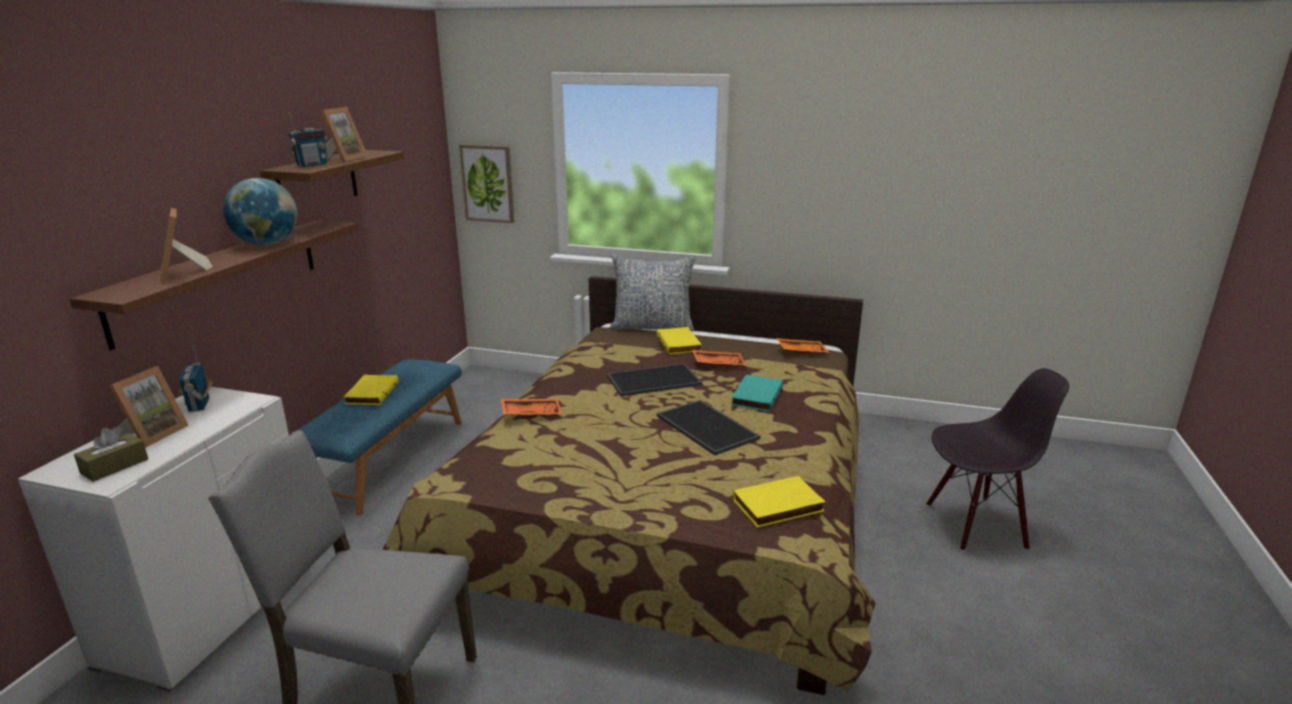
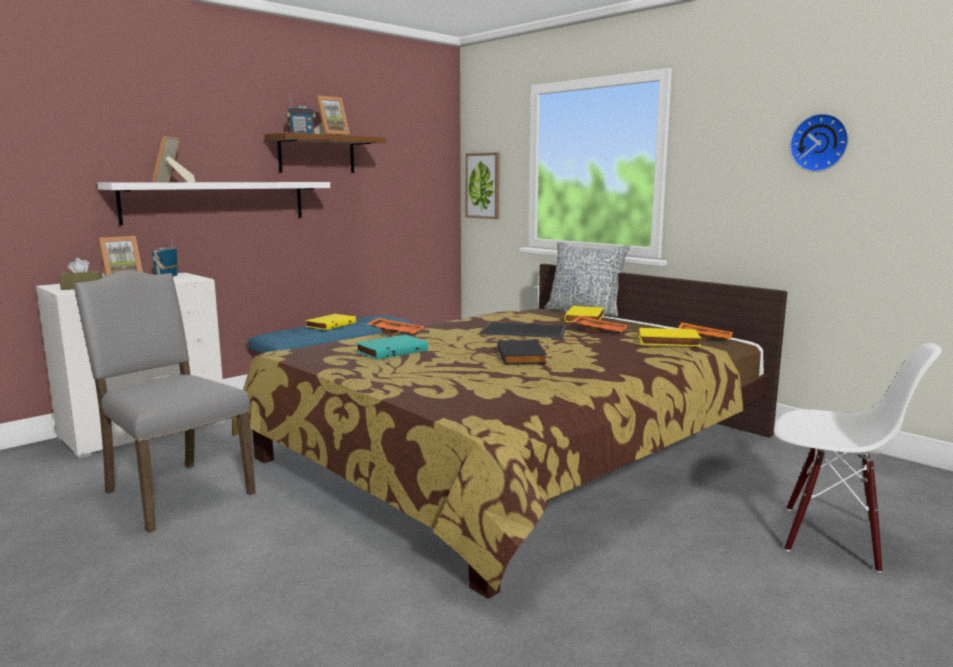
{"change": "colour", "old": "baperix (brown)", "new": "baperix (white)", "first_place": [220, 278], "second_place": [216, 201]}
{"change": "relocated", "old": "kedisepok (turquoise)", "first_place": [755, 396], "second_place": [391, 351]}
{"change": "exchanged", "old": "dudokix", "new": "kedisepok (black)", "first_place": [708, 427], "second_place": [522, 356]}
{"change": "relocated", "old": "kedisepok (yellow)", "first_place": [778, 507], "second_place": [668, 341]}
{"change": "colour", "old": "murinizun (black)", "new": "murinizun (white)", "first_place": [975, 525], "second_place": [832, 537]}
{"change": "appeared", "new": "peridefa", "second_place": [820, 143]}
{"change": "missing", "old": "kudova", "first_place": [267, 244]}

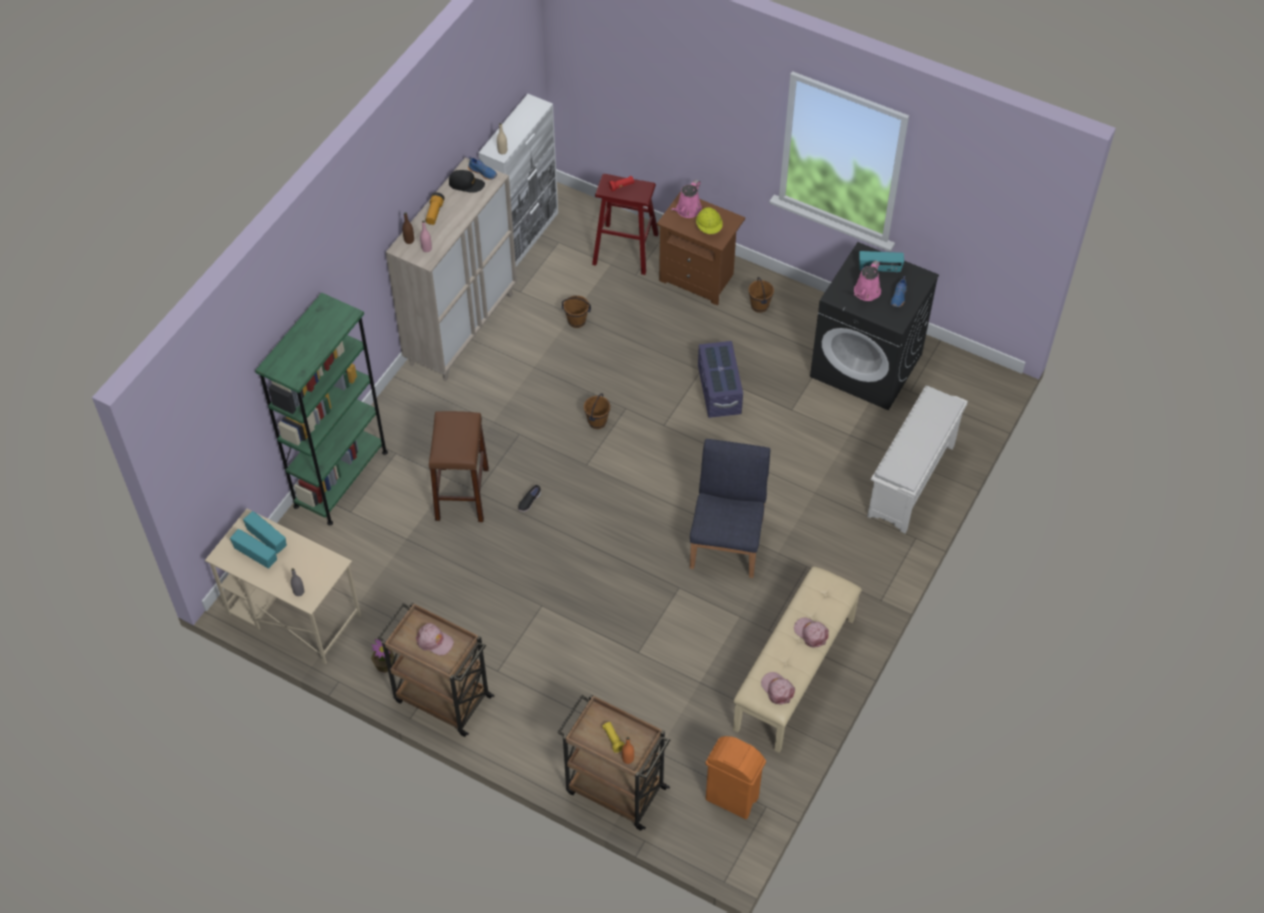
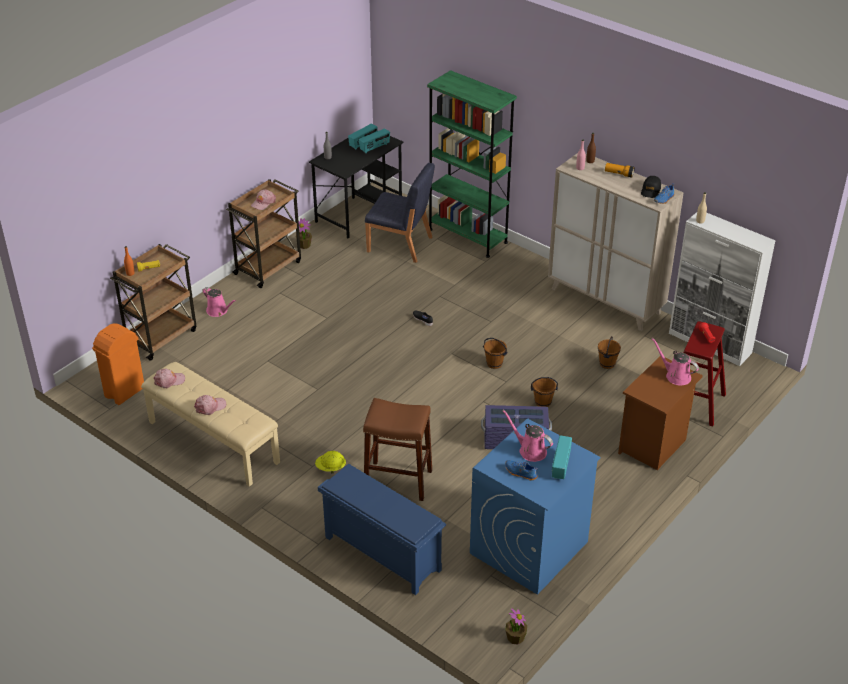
{"change": "appeared", "new": "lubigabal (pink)", "second_place": [218, 311]}
{"change": "colour", "old": "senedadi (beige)", "new": "senedadi (black)", "first_place": [293, 614], "second_place": [359, 211]}
{"change": "relocated", "old": "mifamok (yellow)", "first_place": [709, 228], "second_place": [330, 468]}
{"change": "colour", "old": "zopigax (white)", "new": "zopigax (blue)", "first_place": [911, 482], "second_place": [381, 553]}
{"change": "relocated", "old": "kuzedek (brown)", "first_place": [462, 494], "second_place": [398, 480]}
{"change": "relocated", "old": "murinizun (blue)", "first_place": [727, 542], "second_place": [400, 245]}
{"change": "colour", "old": "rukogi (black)", "new": "rukogi (blue)", "first_place": [867, 365], "second_place": [529, 548]}
{"change": "appeared", "new": "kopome", "second_place": [515, 638]}
{"change": "relocated", "old": "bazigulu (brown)", "first_place": [759, 306], "second_place": [543, 402]}

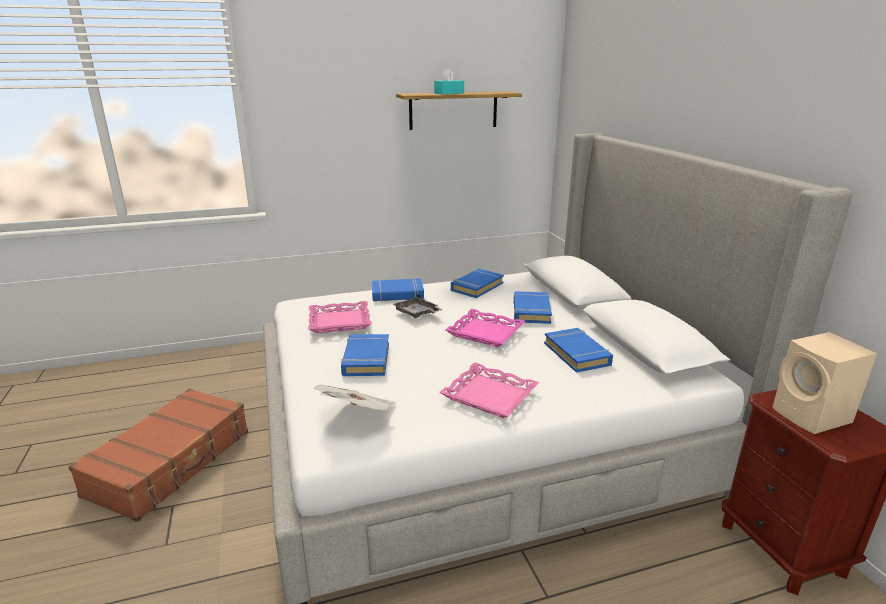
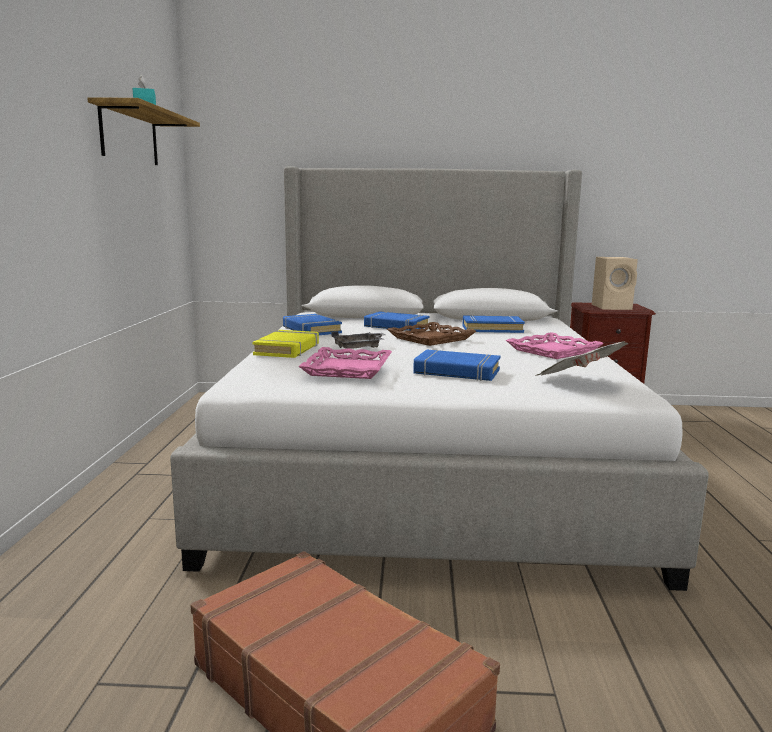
{"change": "colour", "old": "kedisepok (blue)", "new": "kedisepok (yellow)", "first_place": [397, 294], "second_place": [287, 349]}
{"change": "colour", "old": "dudokix (pink)", "new": "dudokix (brown)", "first_place": [485, 333], "second_place": [431, 339]}

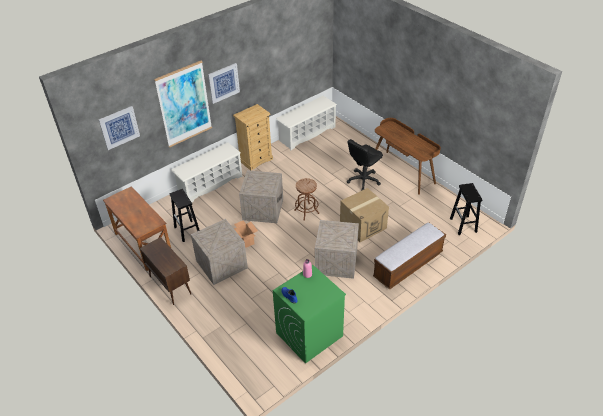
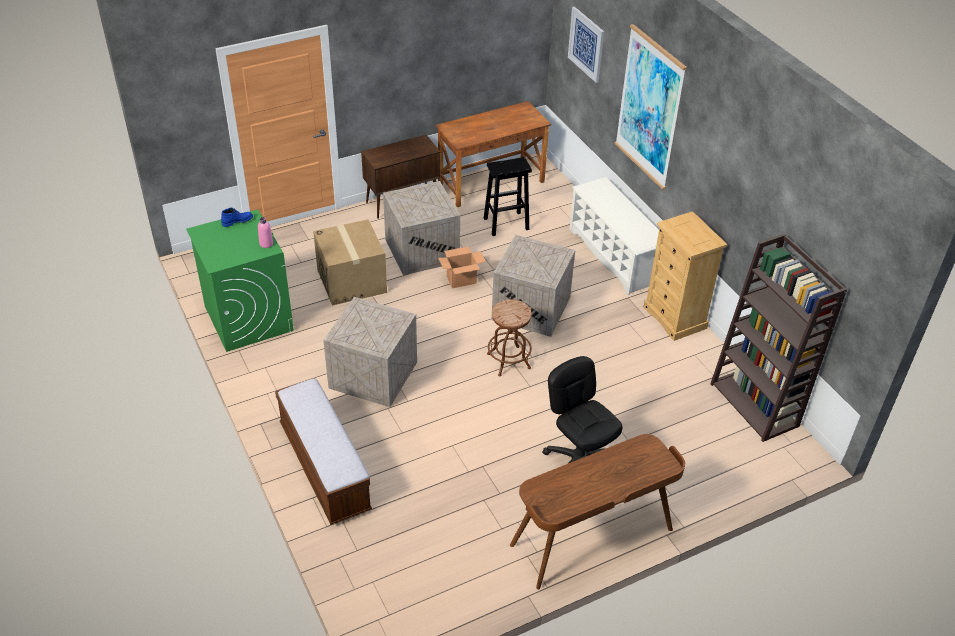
{"change": "relocated", "old": "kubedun", "first_place": [363, 225], "second_place": [352, 281]}
{"change": "exchanged", "old": "zopigax (white)", "new": "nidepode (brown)", "first_place": [307, 134], "second_place": [755, 405]}
{"change": "missing", "old": "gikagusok", "first_place": [223, 83]}
{"change": "missing", "old": "kuzedek (black)", "first_place": [463, 225]}

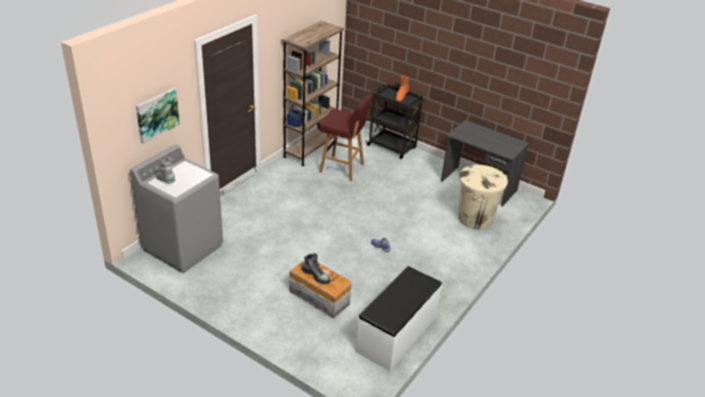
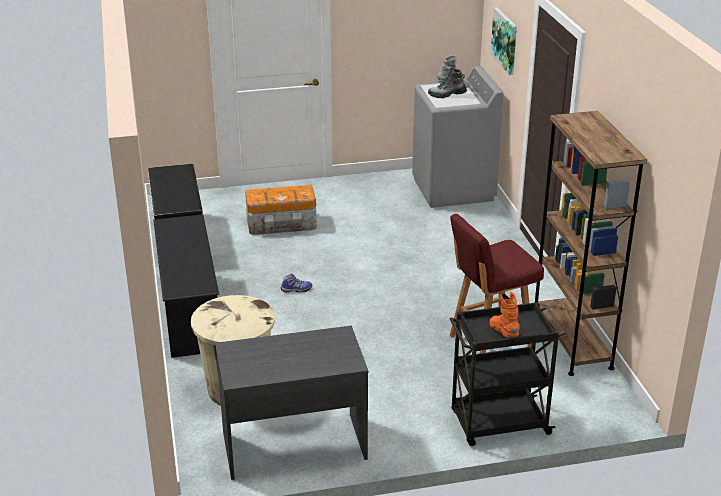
{"change": "appeared", "new": "zopigax (black)", "second_place": [190, 313]}
{"change": "relocated", "old": "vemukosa", "first_place": [316, 276], "second_place": [447, 94]}

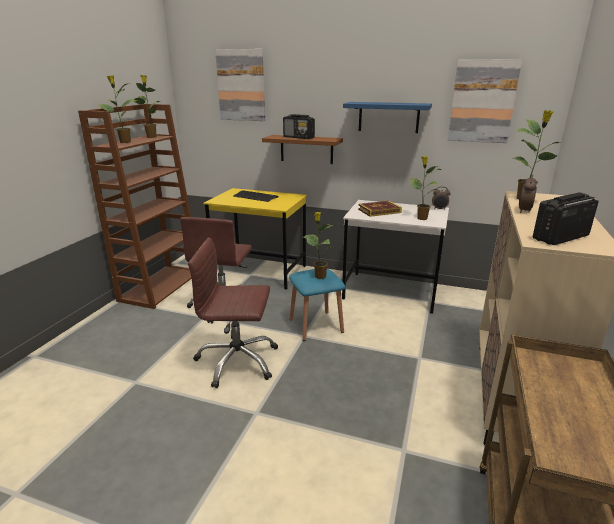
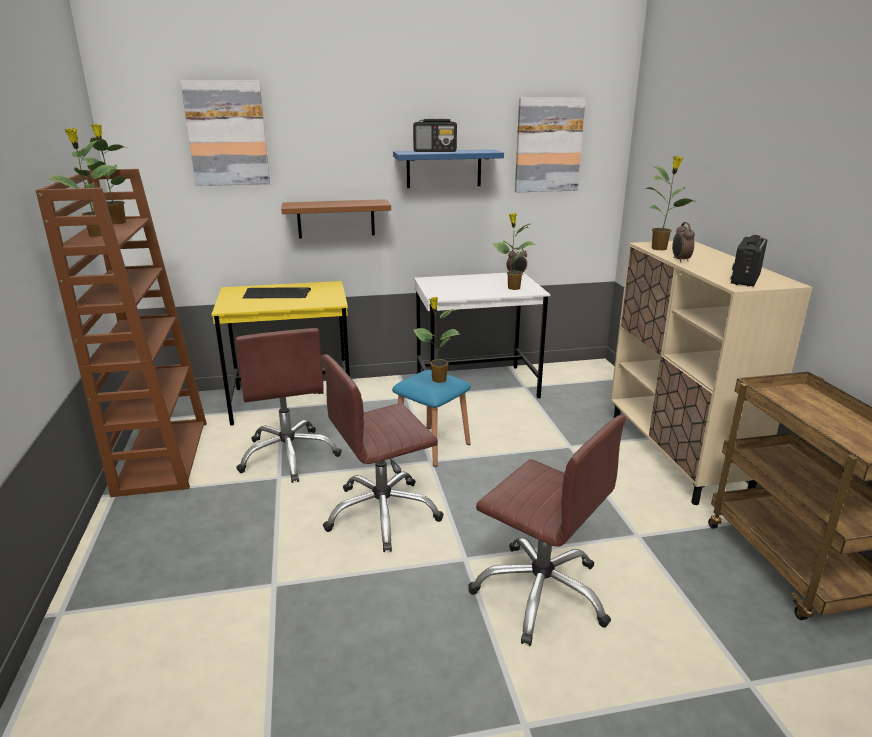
{"change": "relocated", "old": "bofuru", "first_place": [299, 137], "second_place": [435, 151]}
{"change": "appeared", "new": "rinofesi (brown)", "second_place": [541, 592]}
{"change": "missing", "old": "kedisepok", "first_place": [379, 211]}

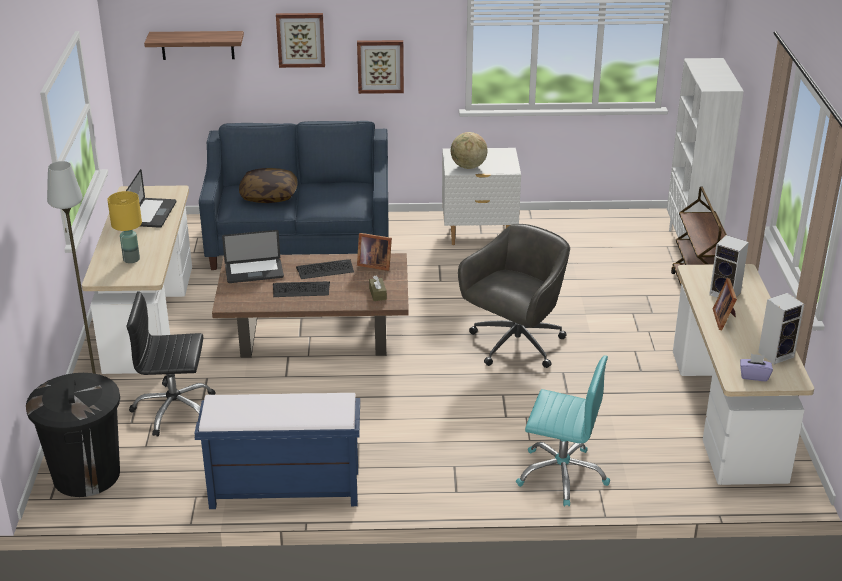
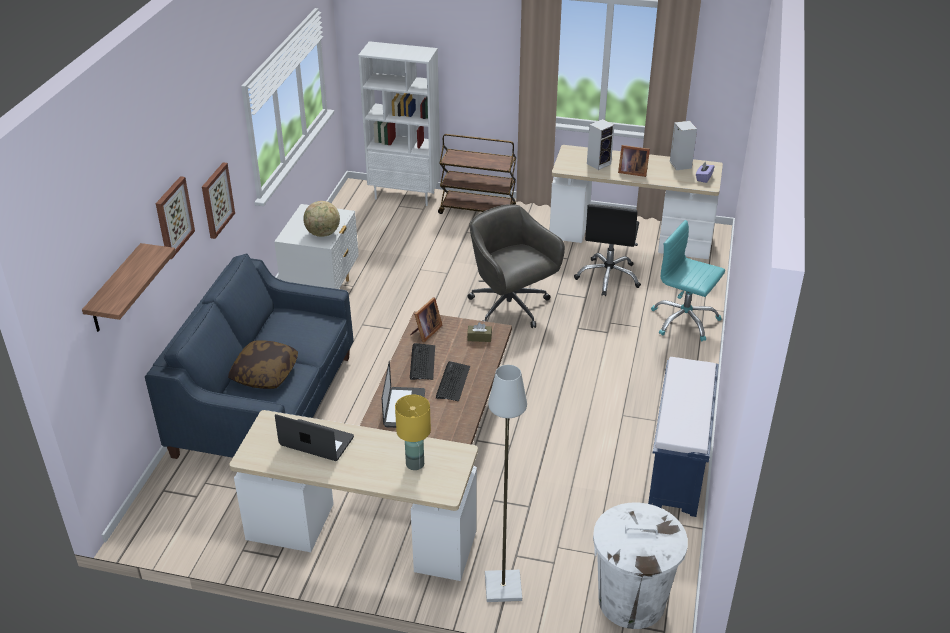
{"change": "relocated", "old": "rinofesi (black)", "first_place": [174, 410], "second_place": [608, 277]}
{"change": "colour", "old": "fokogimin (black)", "new": "fokogimin (white)", "first_place": [87, 475], "second_place": [631, 601]}
{"change": "spun", "old": "rinofesi (turquoise)", "first_place": [562, 474], "second_place": [684, 321], "degrees": -90}

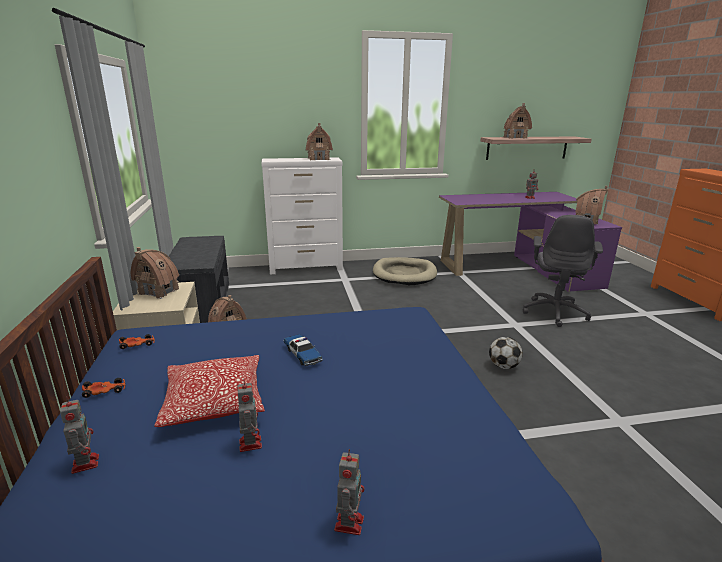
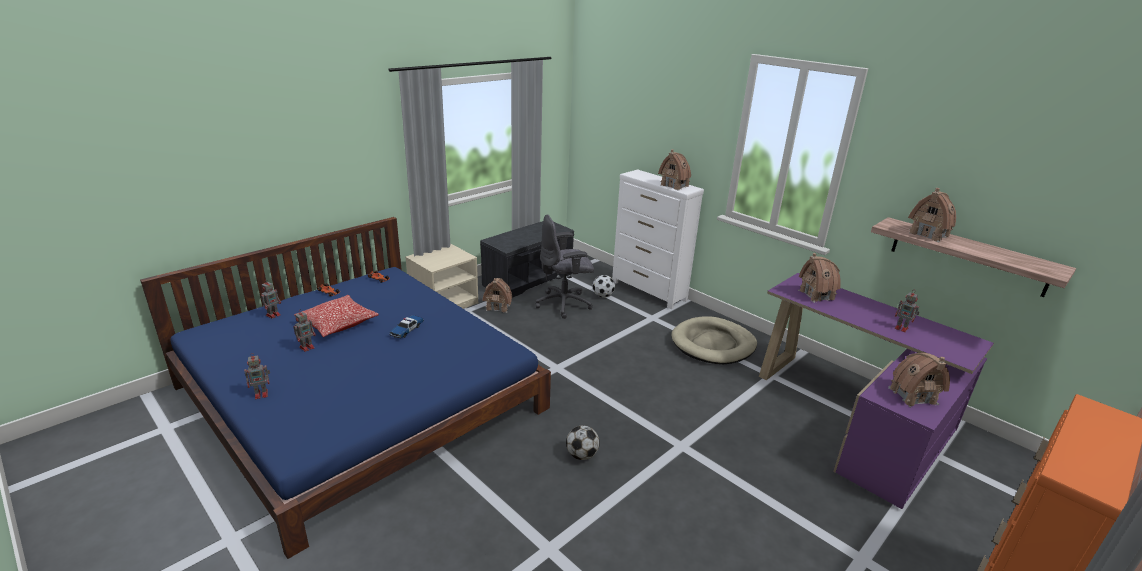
{"change": "relocated", "old": "rinofesi (grey)", "first_place": [555, 312], "second_place": [564, 304]}
{"change": "appeared", "new": "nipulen", "second_place": [603, 295]}
{"change": "relocated", "old": "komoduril", "first_place": [159, 291], "second_place": [816, 295]}

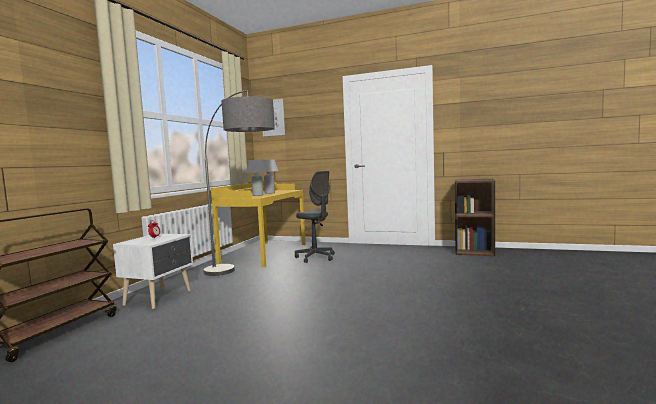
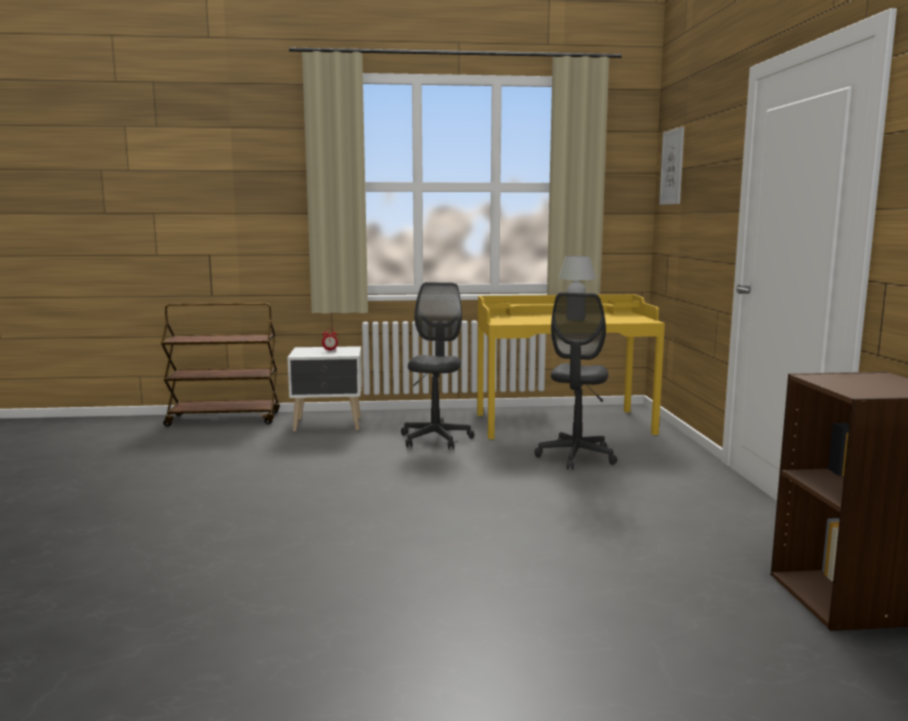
{"change": "exchanged", "old": "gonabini", "new": "rinofesi (grey)", "first_place": [245, 276], "second_place": [435, 439]}
{"change": "missing", "old": "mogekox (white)", "first_place": [258, 195]}

